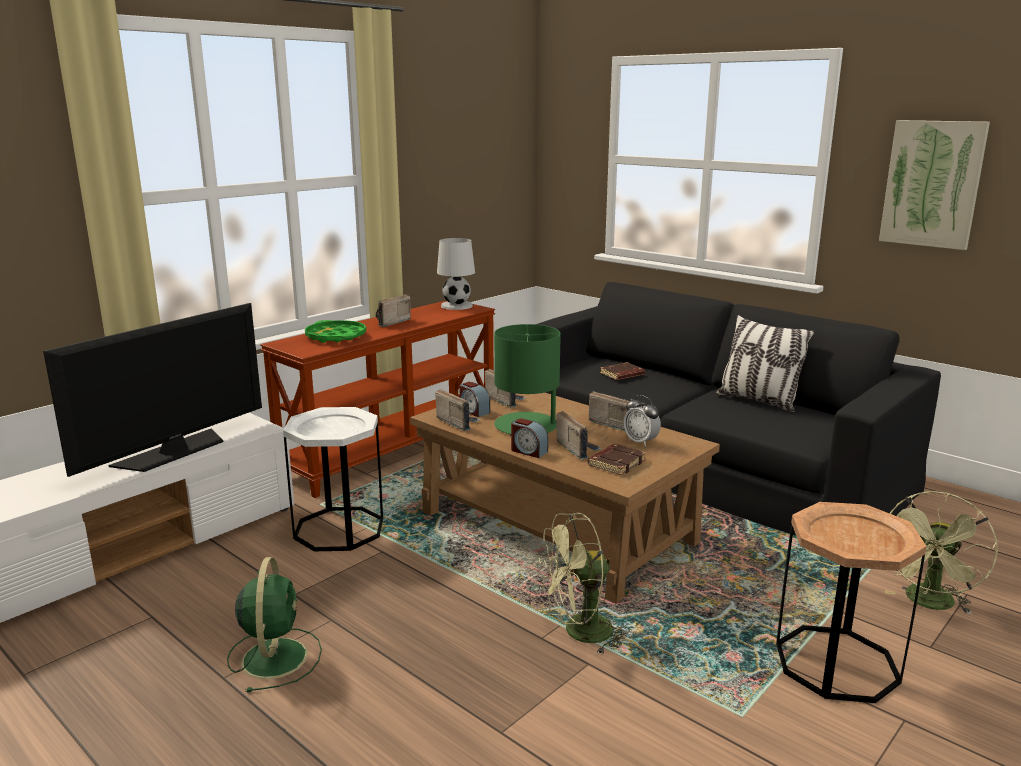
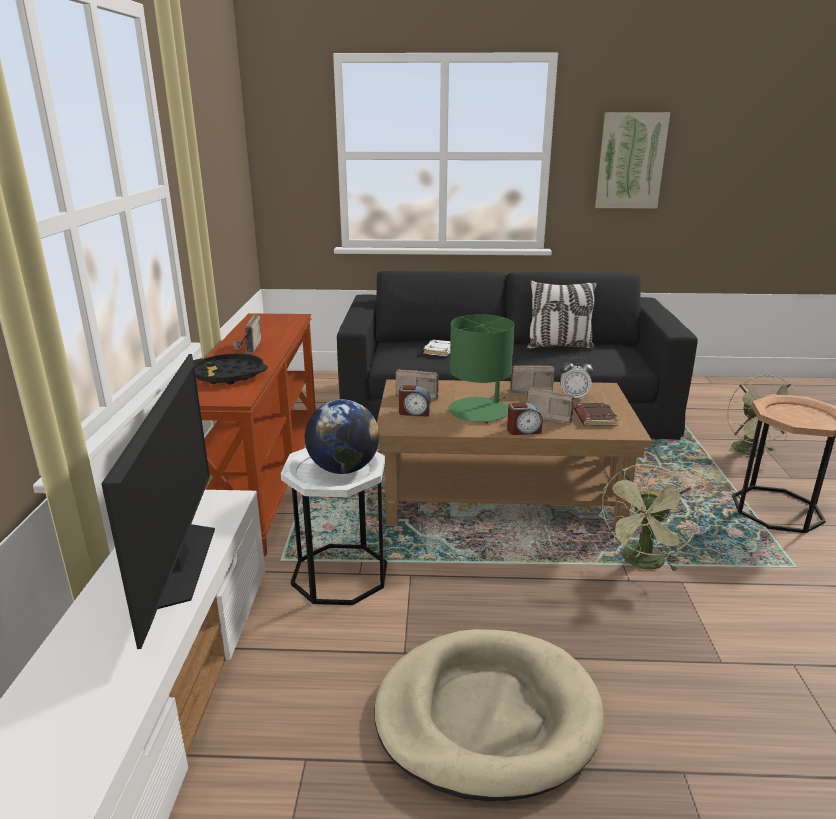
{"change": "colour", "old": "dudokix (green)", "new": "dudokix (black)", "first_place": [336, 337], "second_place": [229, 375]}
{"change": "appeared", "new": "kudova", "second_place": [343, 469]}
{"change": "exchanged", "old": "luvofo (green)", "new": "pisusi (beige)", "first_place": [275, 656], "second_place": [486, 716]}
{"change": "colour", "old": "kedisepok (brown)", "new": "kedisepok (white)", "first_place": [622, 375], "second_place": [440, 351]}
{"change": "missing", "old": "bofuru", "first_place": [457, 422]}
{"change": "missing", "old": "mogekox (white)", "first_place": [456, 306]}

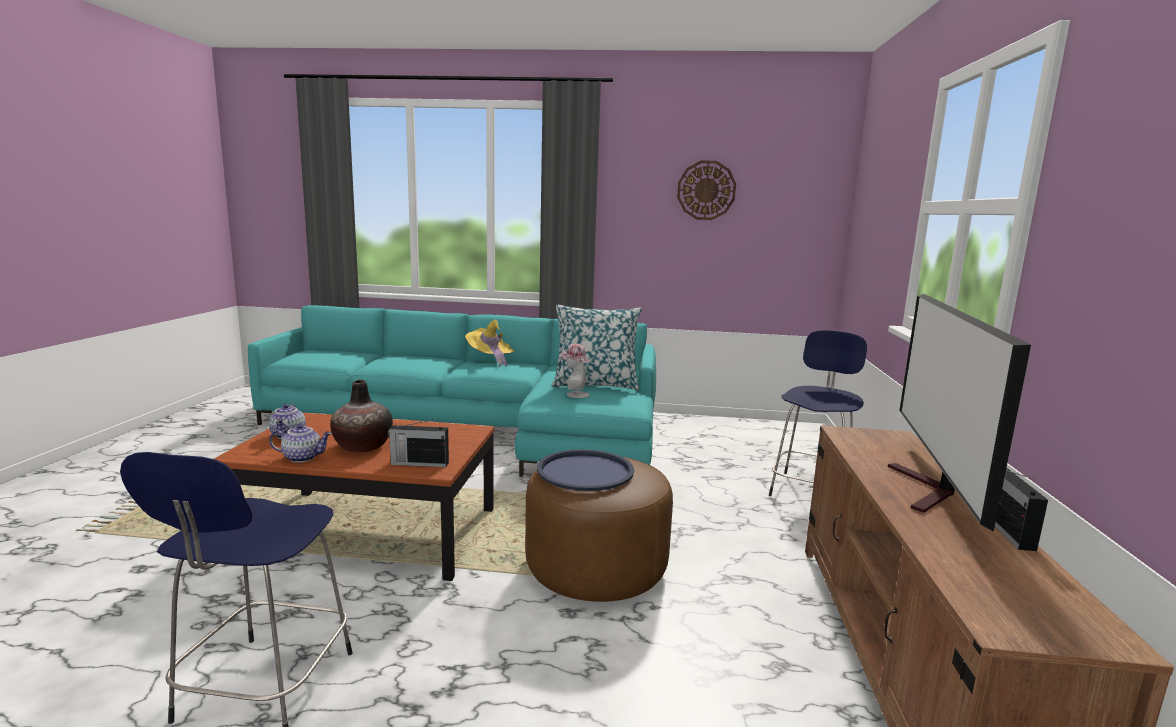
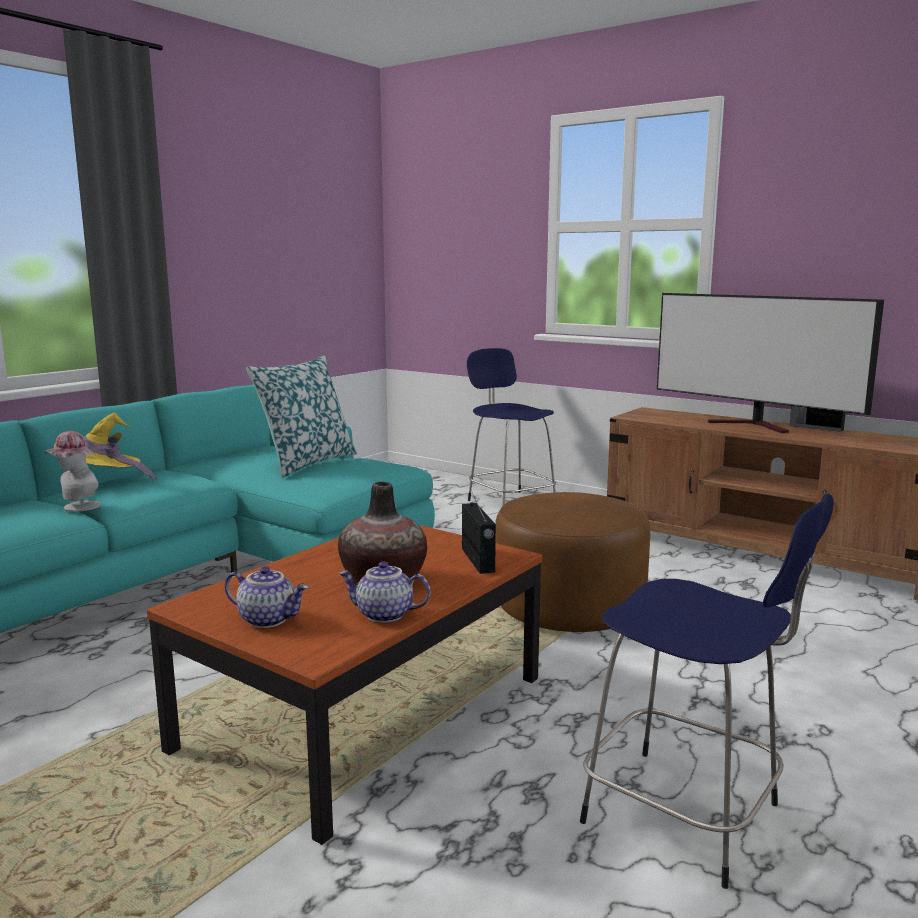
{"change": "relocated", "old": "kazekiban", "first_place": [574, 394], "second_place": [77, 507]}
{"change": "spun", "old": "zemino", "first_place": [303, 457], "second_place": [383, 615], "degrees": -105}
{"change": "spun", "old": "bofuru", "first_place": [418, 463], "second_place": [477, 560], "degrees": -45}
{"change": "missing", "old": "dudokix (blue)", "first_place": [585, 471]}
{"change": "missing", "old": "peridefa", "first_place": [706, 190]}

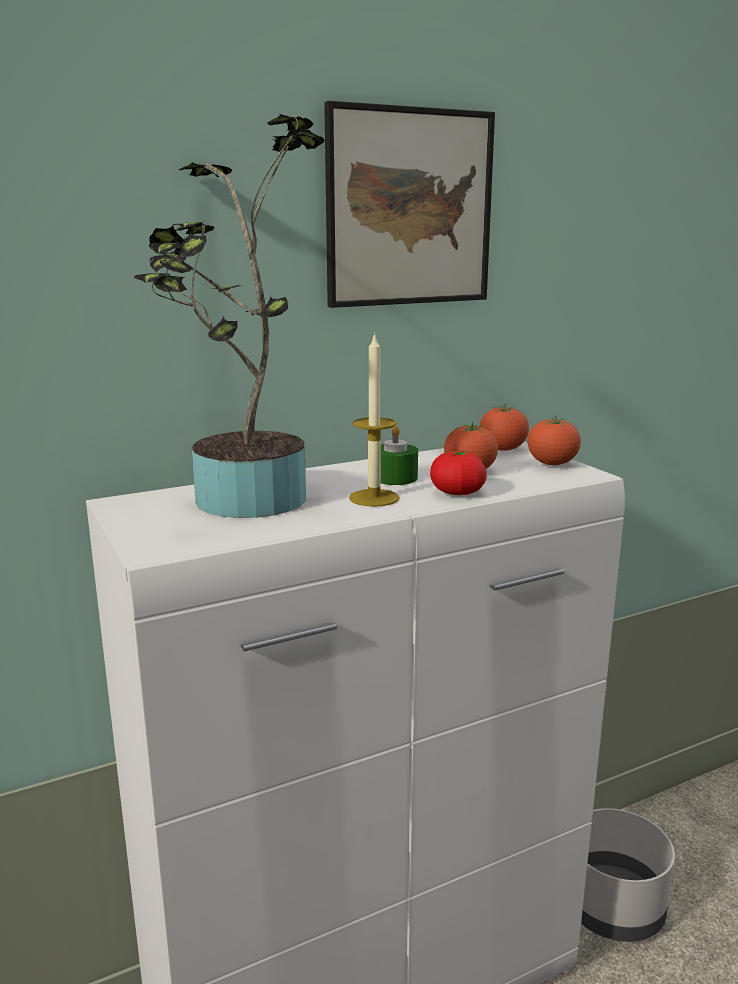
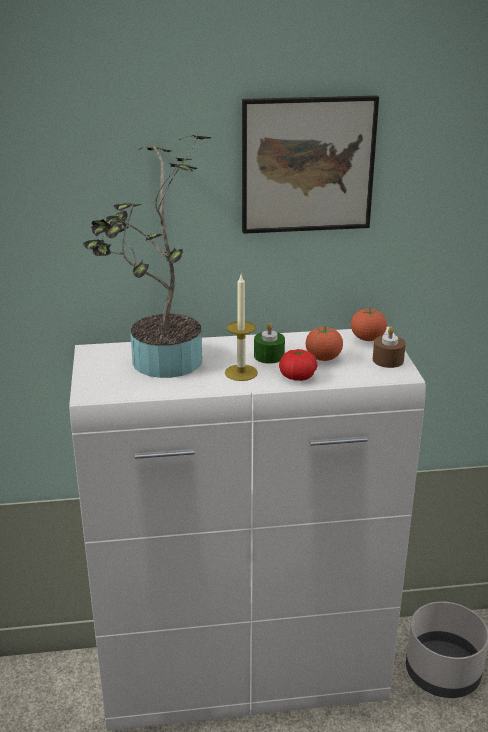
{"change": "exchanged", "old": "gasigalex", "new": "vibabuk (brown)", "first_place": [552, 464], "second_place": [388, 360]}

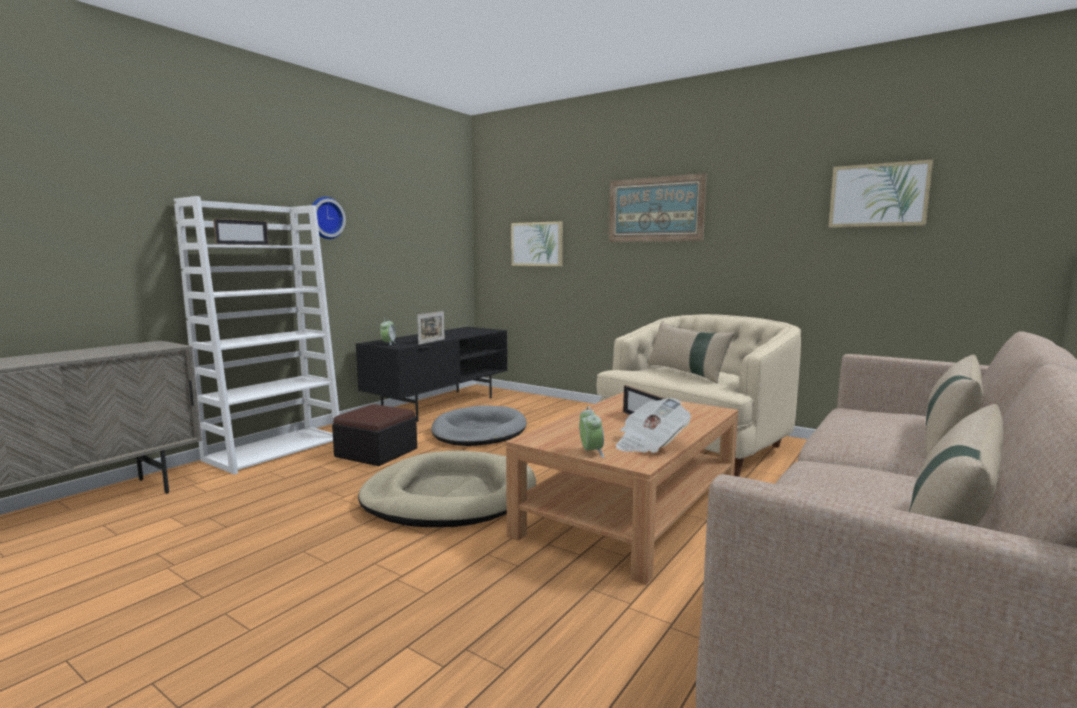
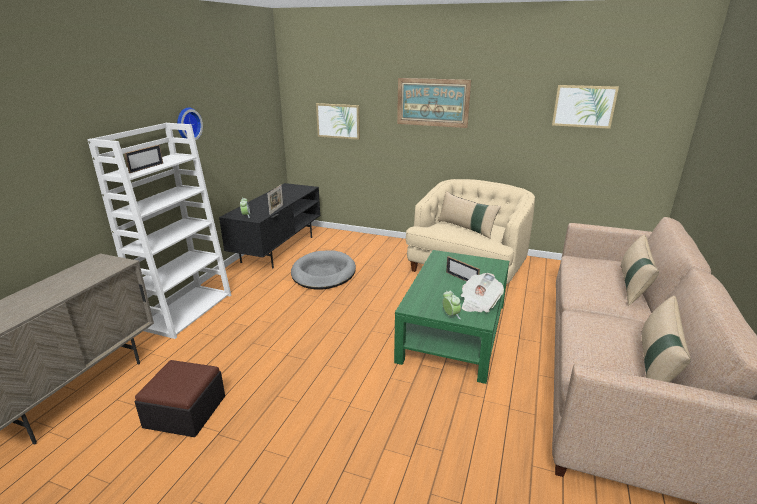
{"change": "relocated", "old": "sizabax", "first_place": [376, 452], "second_place": [185, 411]}
{"change": "colour", "old": "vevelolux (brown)", "new": "vevelolux (green)", "first_place": [630, 511], "second_place": [454, 331]}
{"change": "missing", "old": "pisusi (beige)", "first_place": [449, 496]}

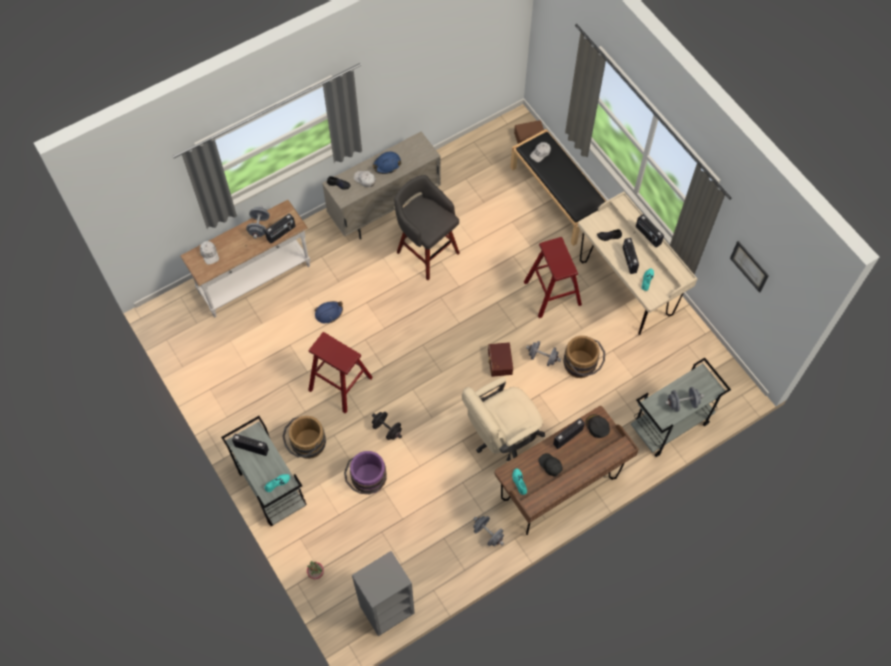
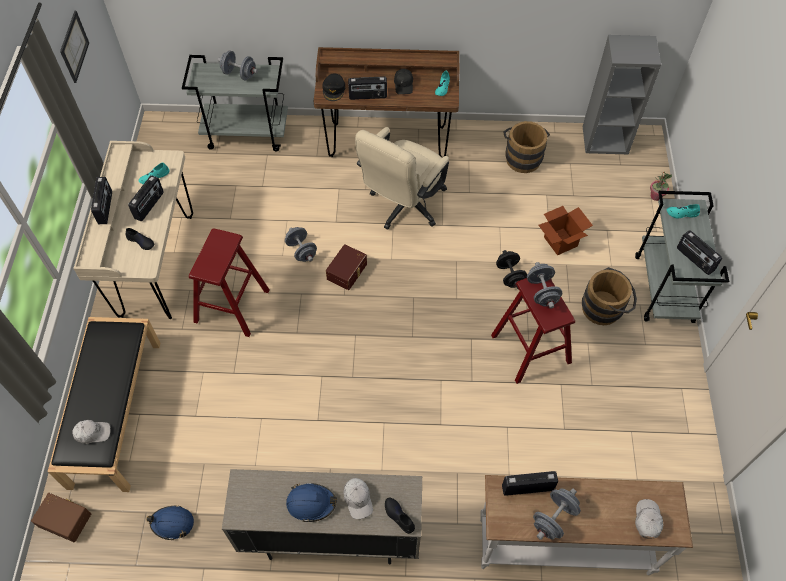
{"change": "relocated", "old": "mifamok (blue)", "first_place": [329, 313], "second_place": [172, 523]}
{"change": "spun", "old": "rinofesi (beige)", "first_place": [501, 437], "second_place": [403, 207], "degrees": 120}
{"change": "relocated", "old": "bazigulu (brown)", "first_place": [582, 366], "second_place": [522, 157]}
{"change": "relocated", "old": "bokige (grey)", "first_place": [488, 534], "second_place": [542, 292]}
{"change": "exchanged", "old": "bazigulu (purple)", "new": "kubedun", "first_place": [367, 481], "second_place": [560, 241]}
{"change": "missing", "old": "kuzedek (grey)", "first_place": [426, 251]}

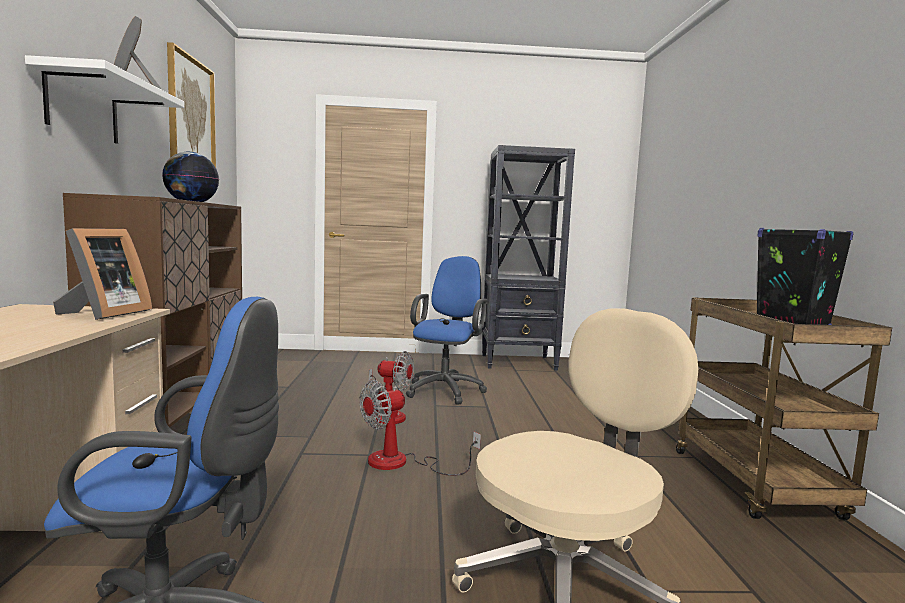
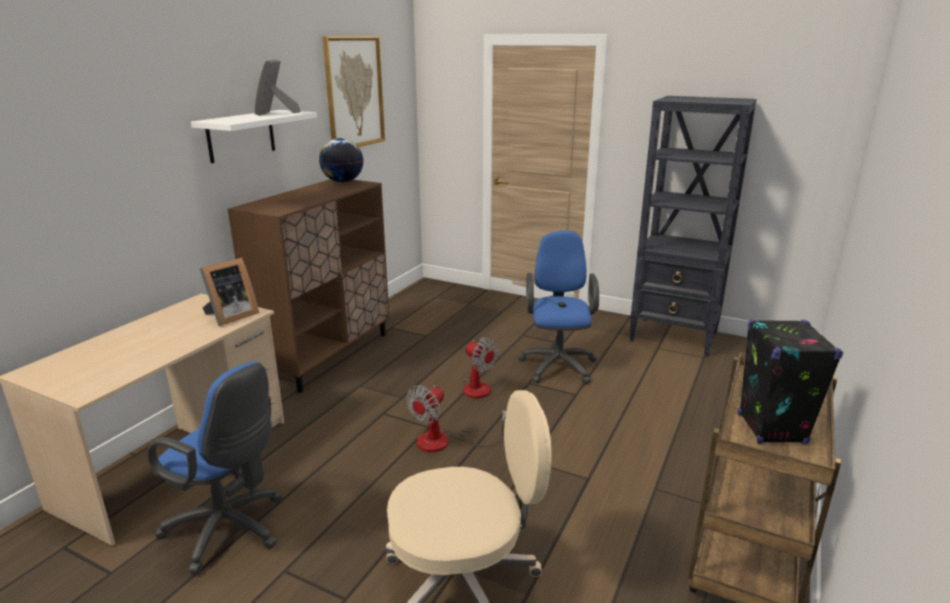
{"change": "spun", "old": "luvofo", "first_place": [401, 463], "second_place": [445, 442], "degrees": -45}
{"change": "spun", "old": "rinofesi (blue)", "first_place": [446, 389], "second_place": [558, 364], "degrees": -45}

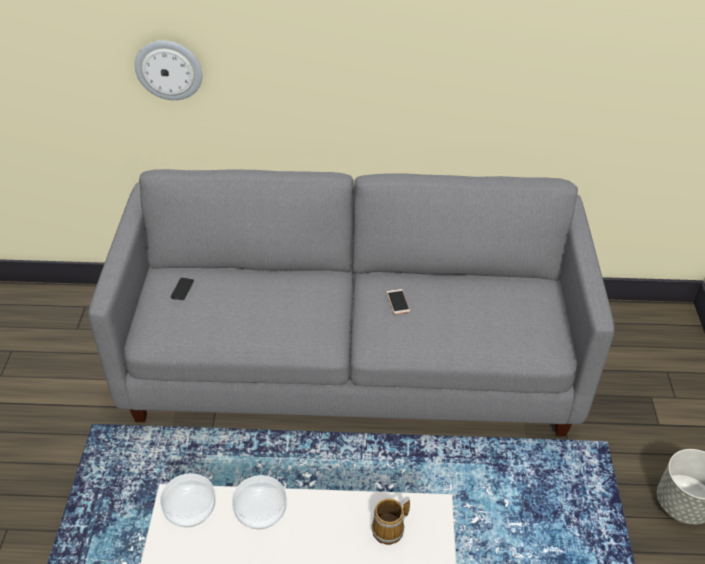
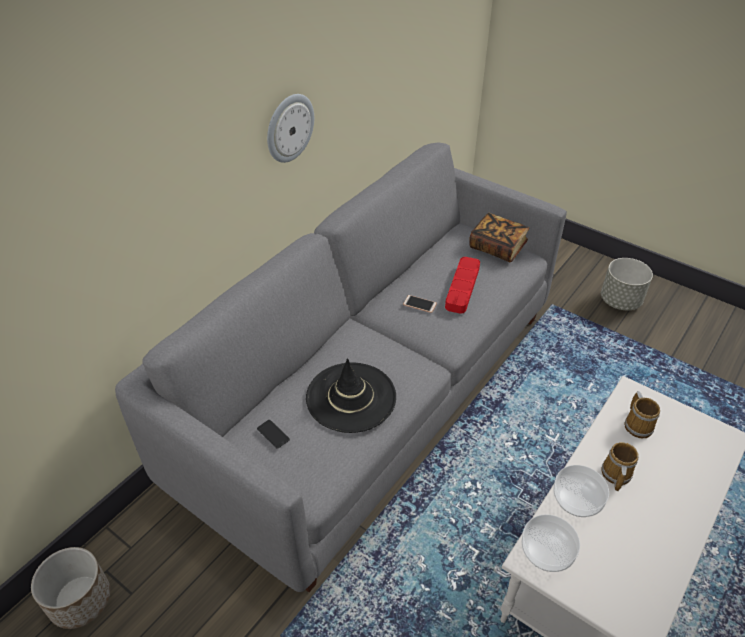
{"change": "appeared", "new": "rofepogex", "second_place": [80, 600]}
{"change": "relocated", "old": "peridefa", "first_place": [169, 69], "second_place": [289, 128]}
{"change": "appeared", "new": "kazekiban (black)", "second_place": [351, 397]}
{"change": "appeared", "new": "dudokix (red)", "second_place": [462, 287]}
{"change": "appeared", "new": "kedisepok", "second_place": [497, 247]}
{"change": "appeared", "new": "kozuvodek", "second_place": [615, 474]}

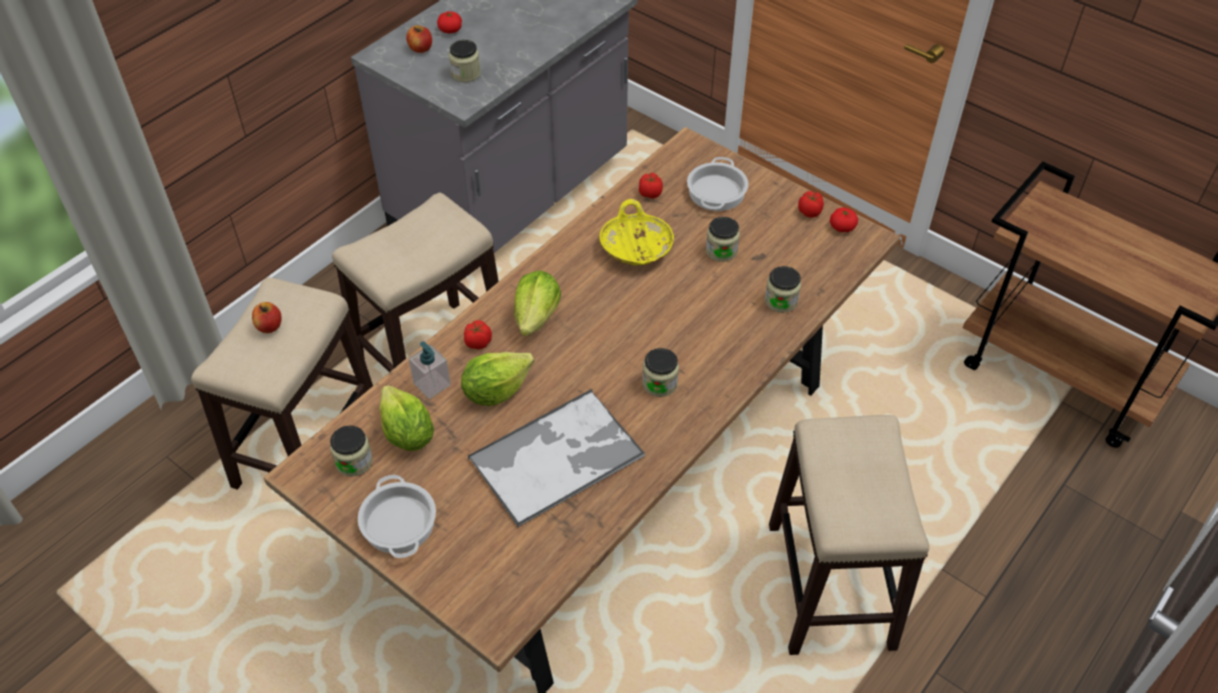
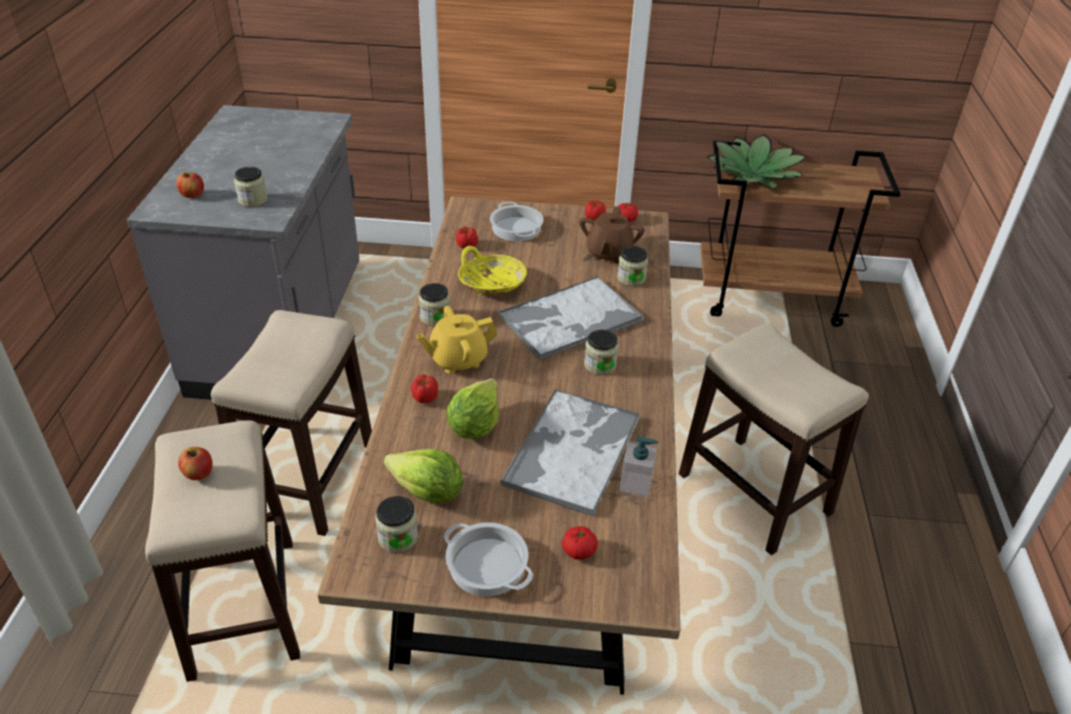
{"change": "exchanged", "old": "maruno", "new": "zemino (yellow)", "first_place": [537, 317], "second_place": [458, 359]}
{"change": "relocated", "old": "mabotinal", "first_place": [721, 251], "second_place": [435, 317]}
{"change": "appeared", "new": "dudokix", "second_place": [569, 319]}
{"change": "relocated", "old": "gasigalex", "first_place": [450, 30], "second_place": [579, 551]}
{"change": "appeared", "new": "zemino (brown)", "second_place": [608, 253]}
{"change": "relocated", "old": "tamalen", "first_place": [432, 384], "second_place": [636, 483]}
{"change": "appeared", "new": "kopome", "second_place": [753, 174]}

